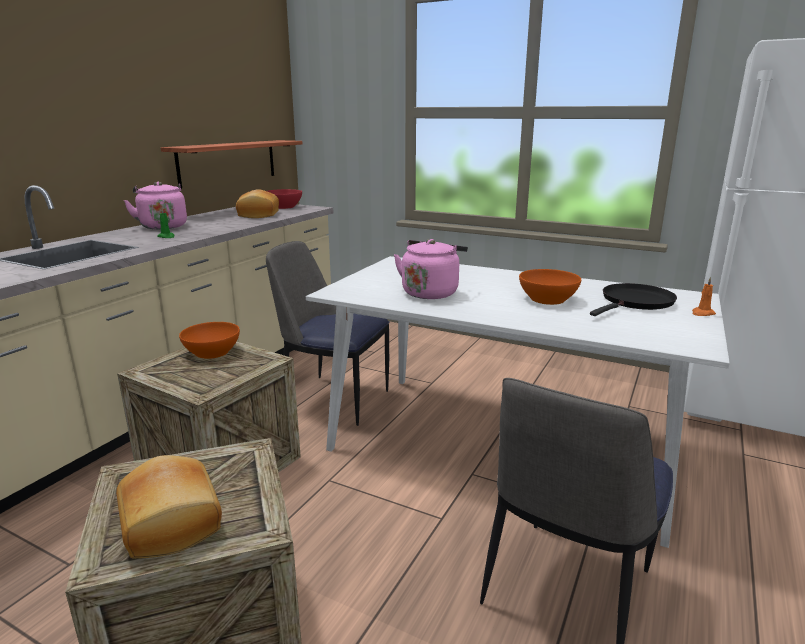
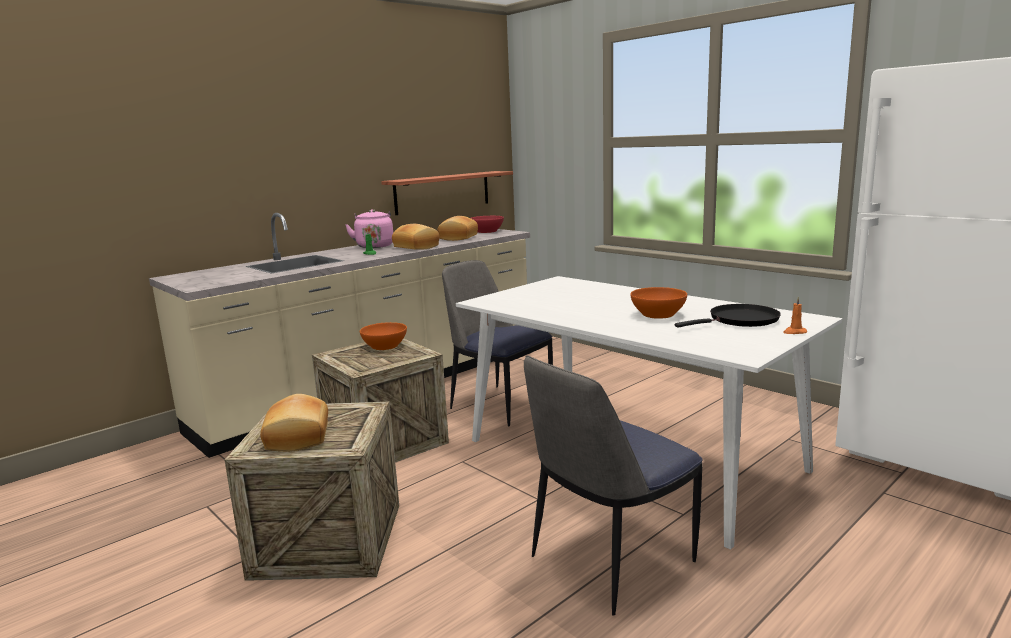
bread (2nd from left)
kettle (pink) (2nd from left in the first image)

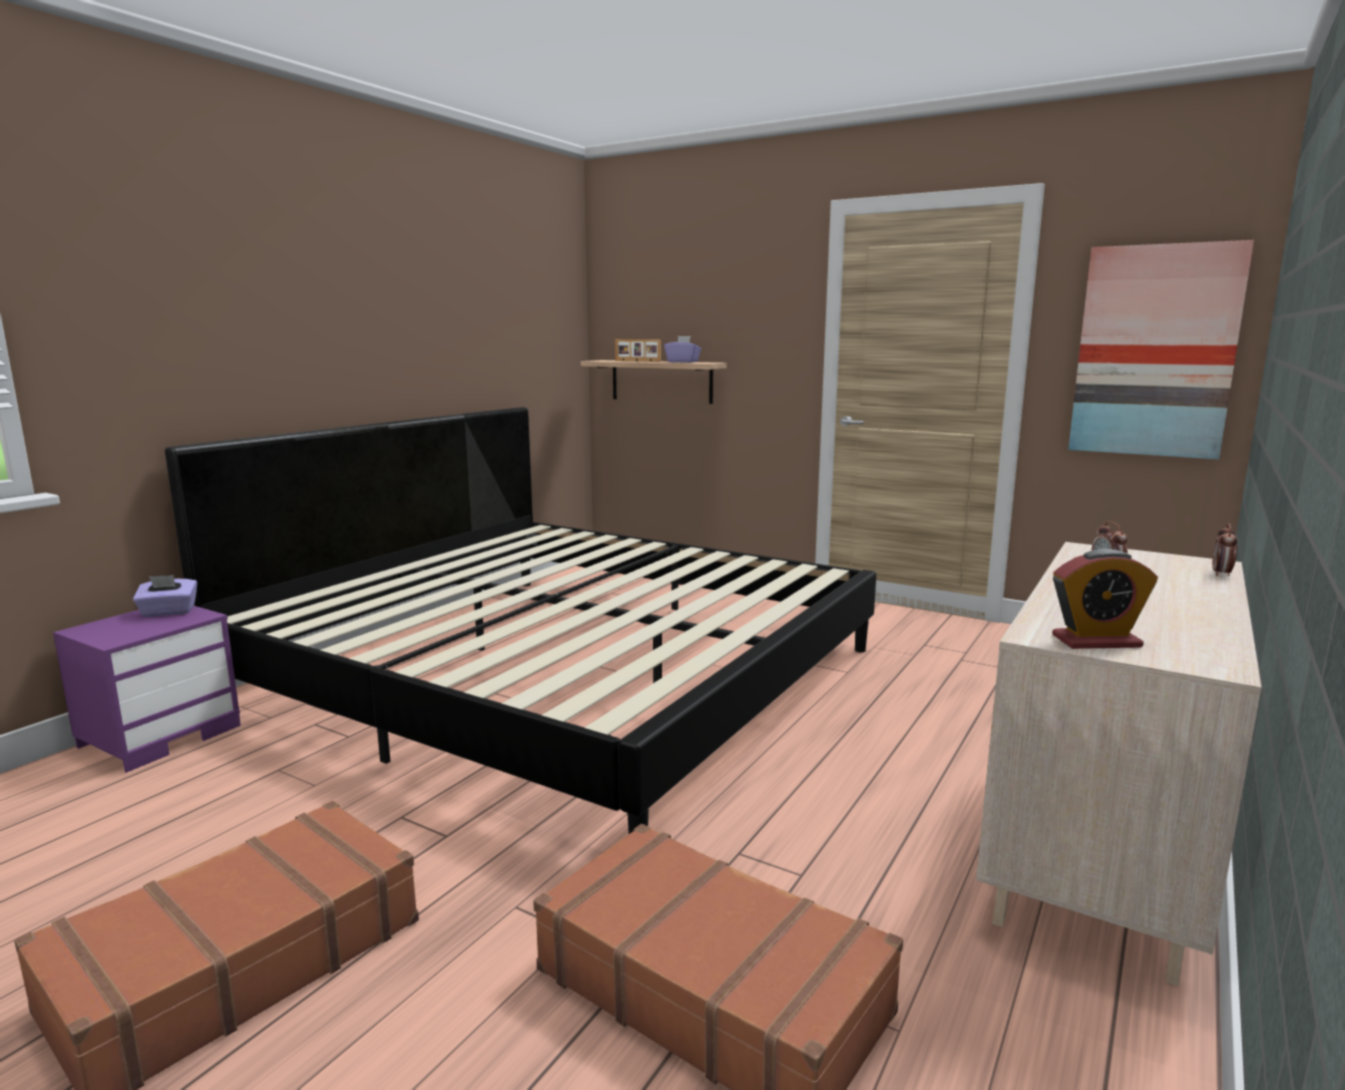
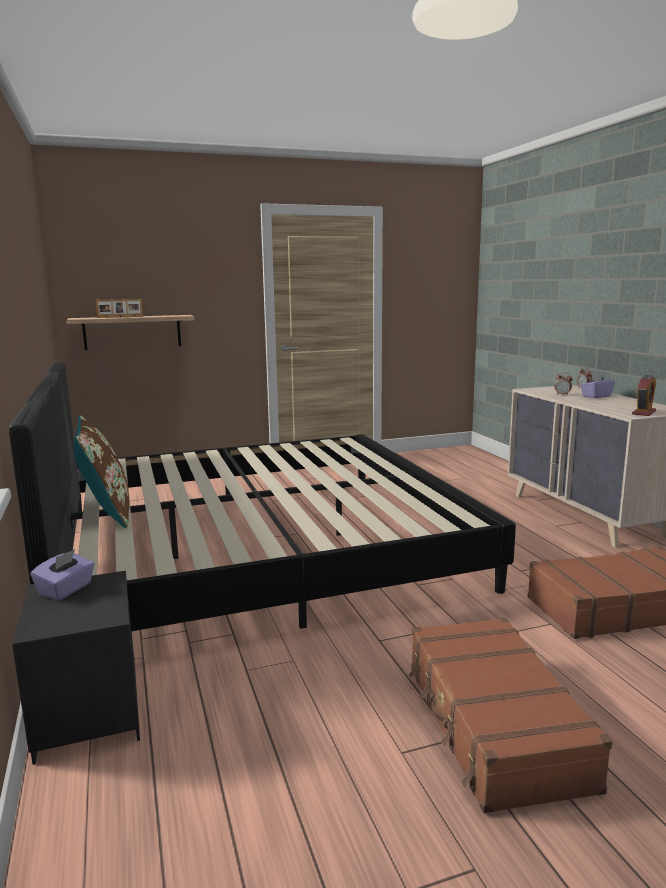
nightstand (black)
pillow (brown)
tissue box (purple) (2nd from left)
picture

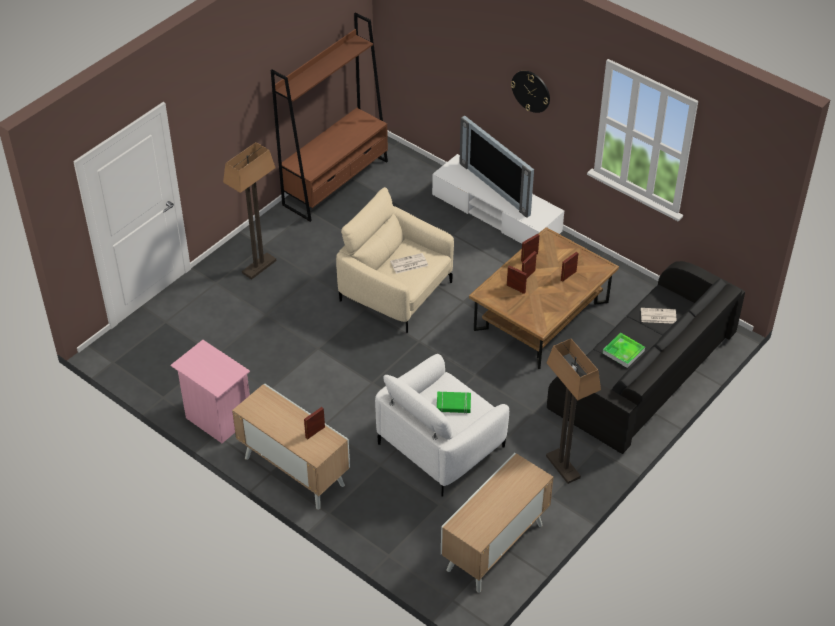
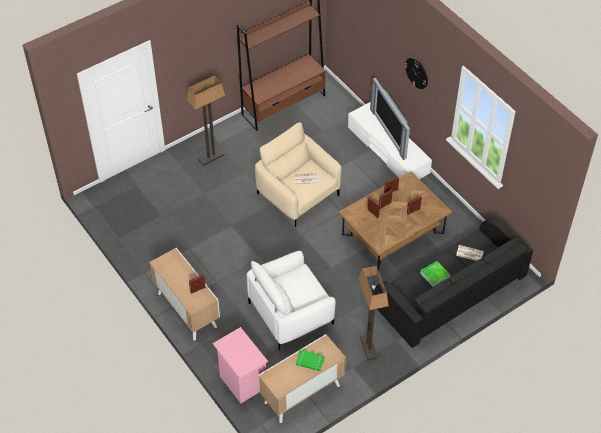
nightstand (pink)
book (green)

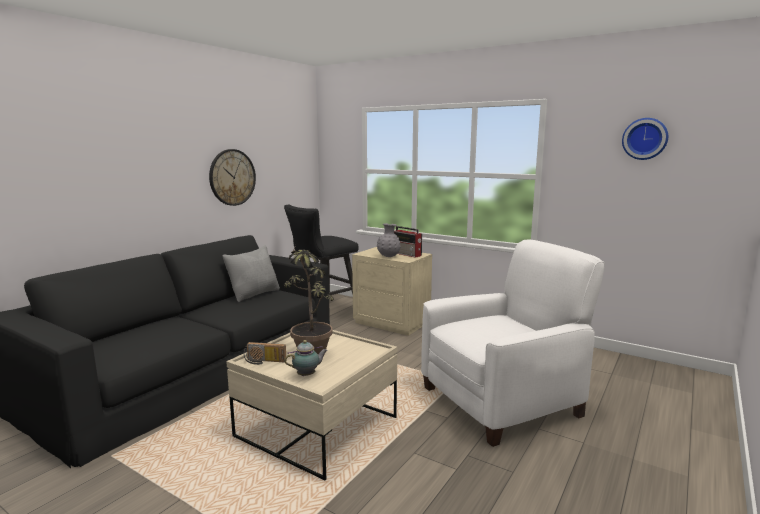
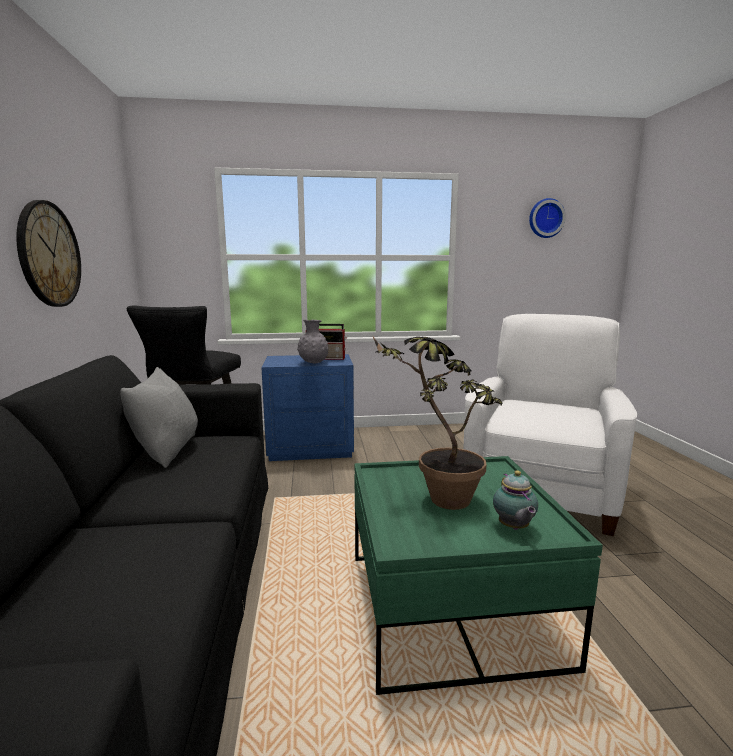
nightstand (blue)
coffee table (green)
teapot
radio (1st from left in the first image)

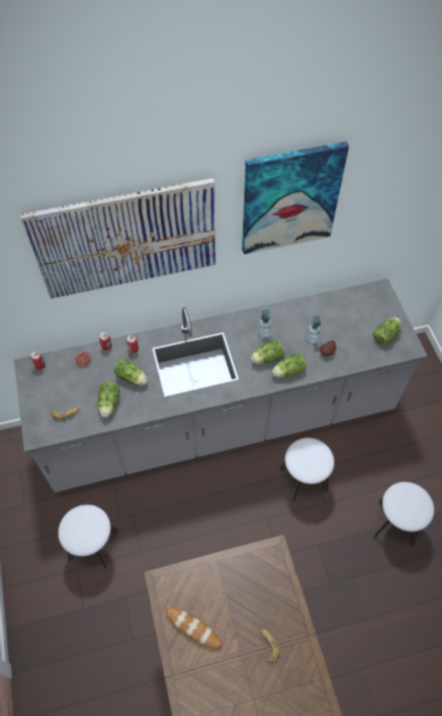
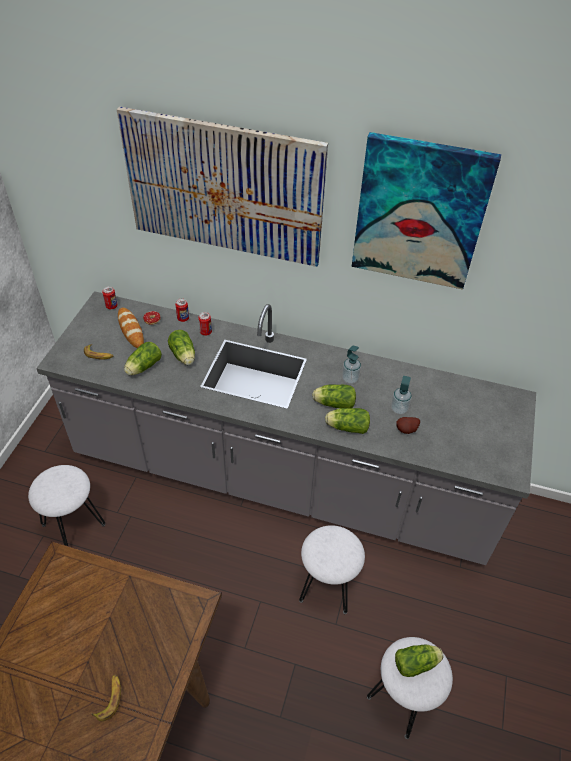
bread
lettuce (5th from left)

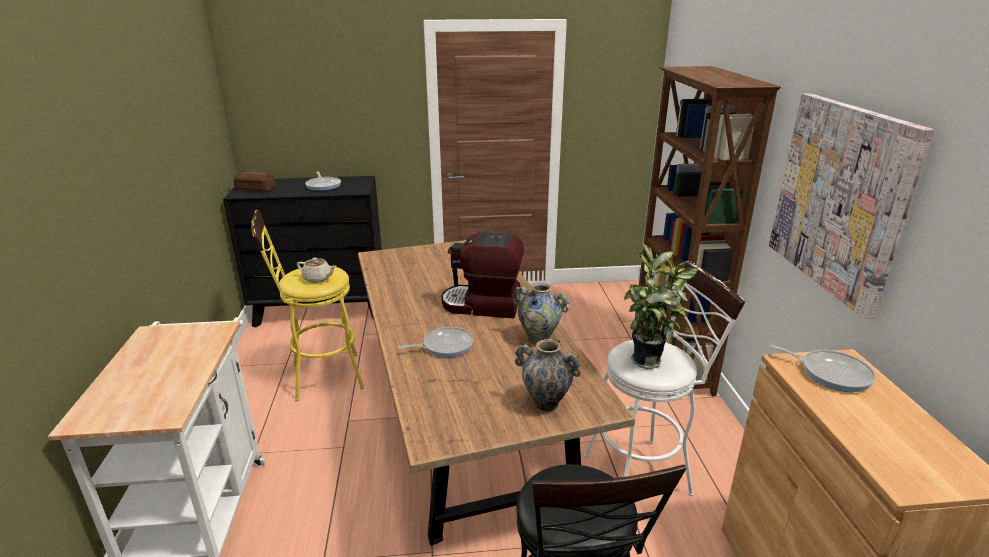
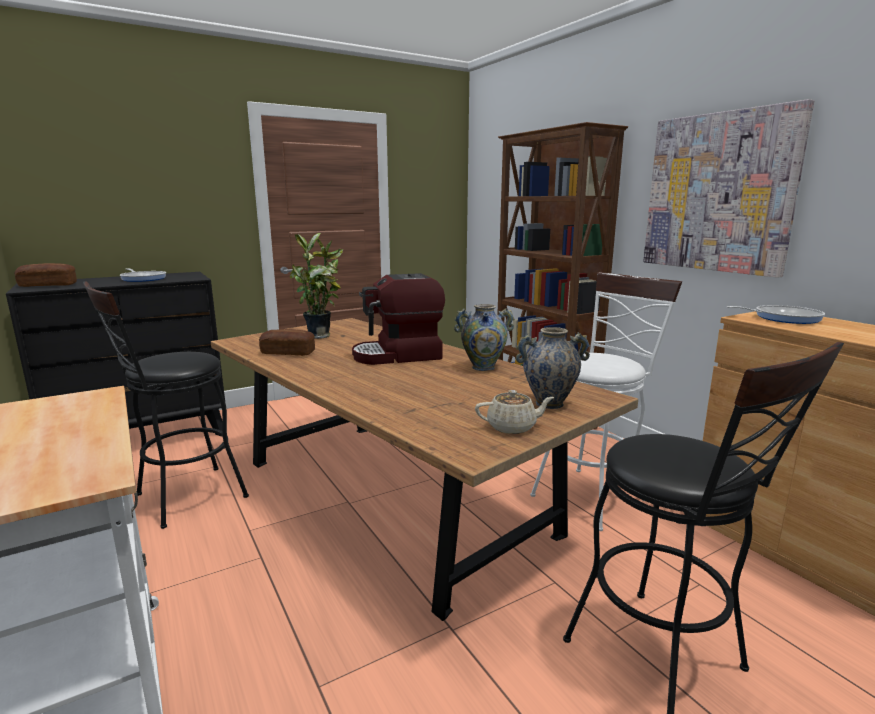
stool (black) (1st from left)
bread (2nd from left)
potted plant
teapot (beige)
frying pan (2nd from left in the first image)

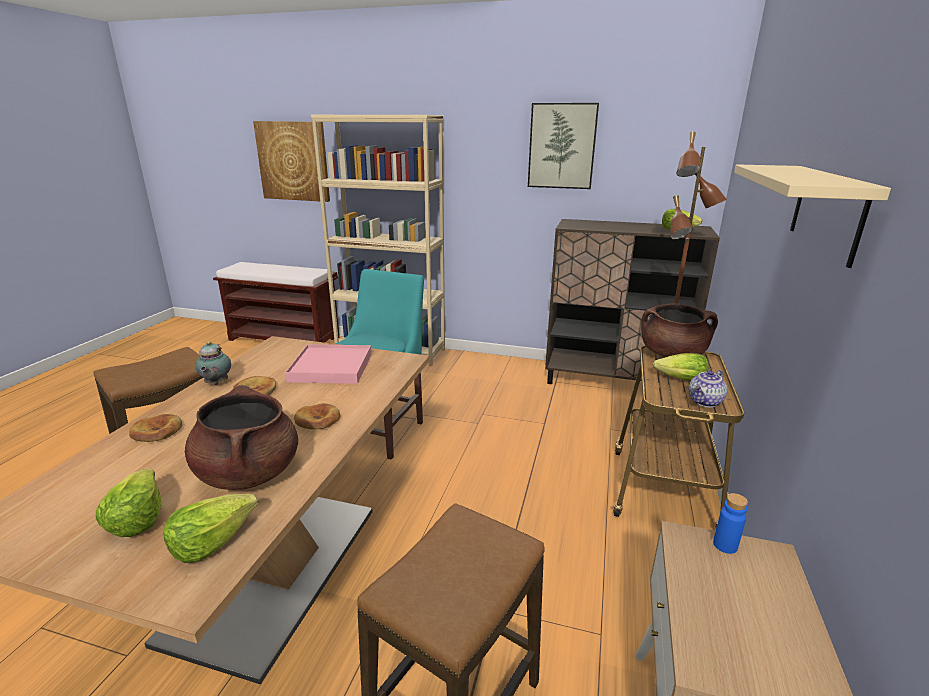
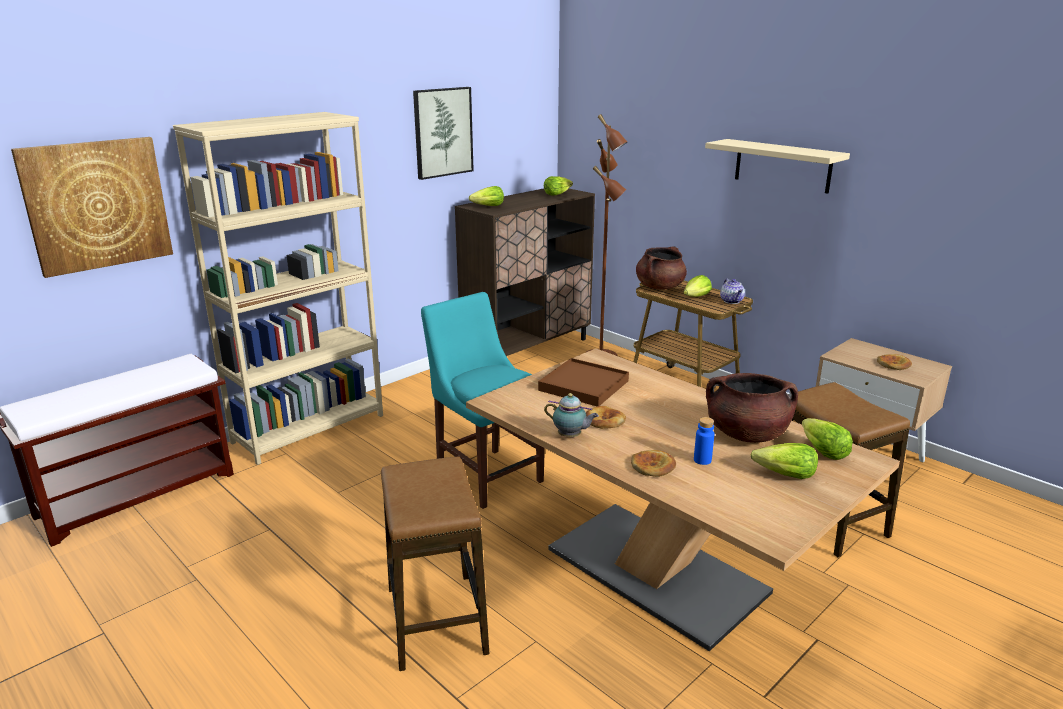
lettuce (1st from left)
tray (brown)
bottle (blue)
bread (3rd from left)

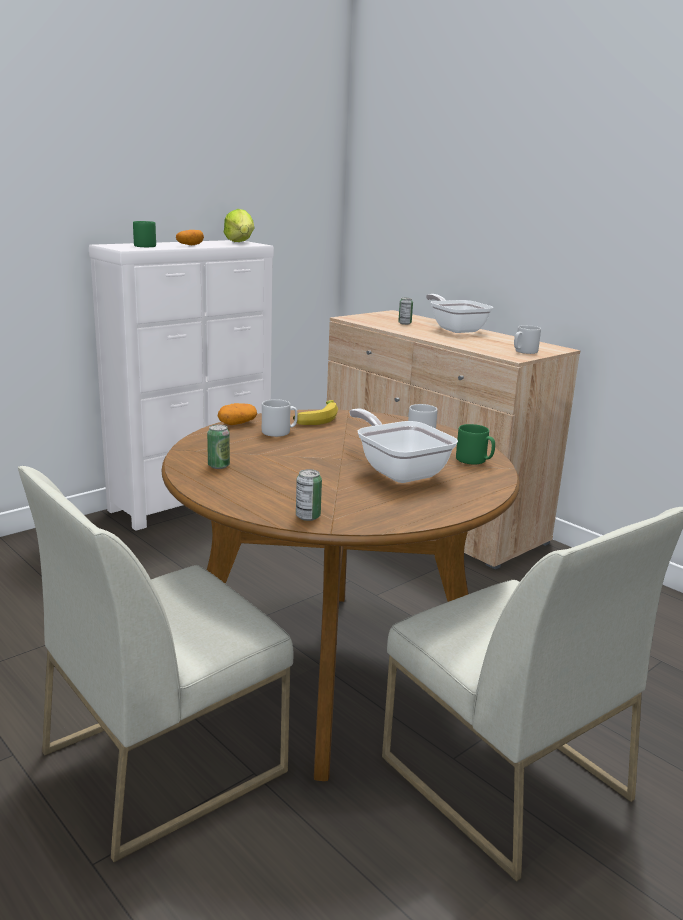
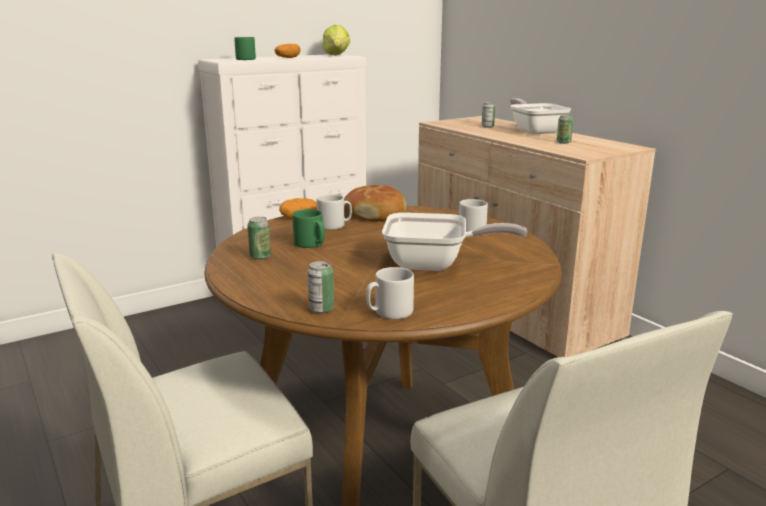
mug (green) (2nd from left)
bread
mug (grey) (2nd from left)
frying pan (1st from left)
can (4th from left)

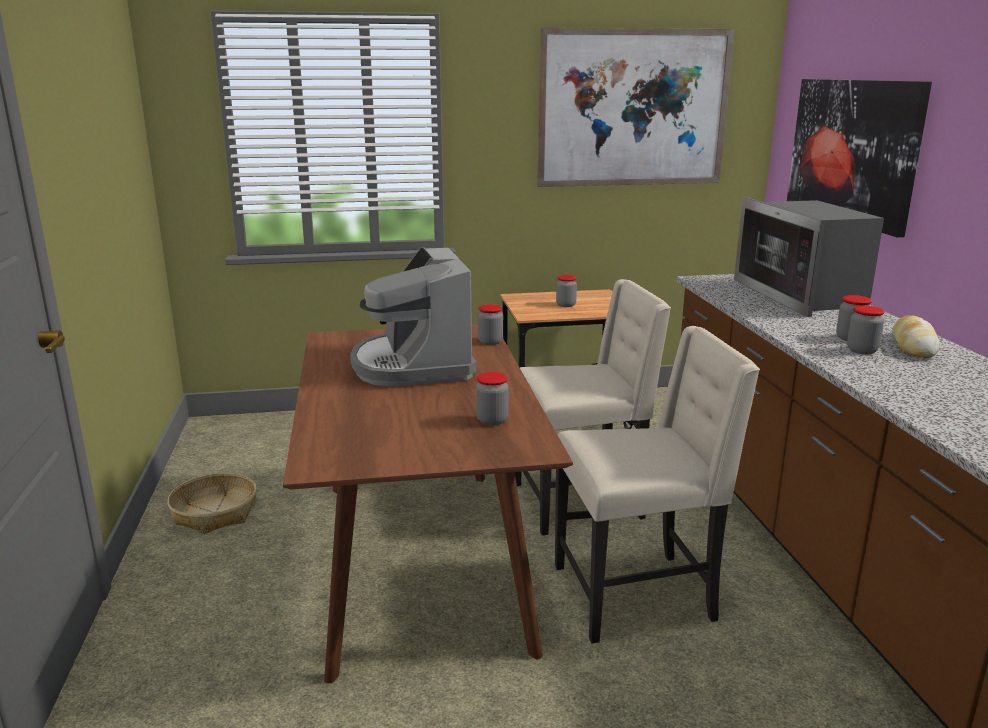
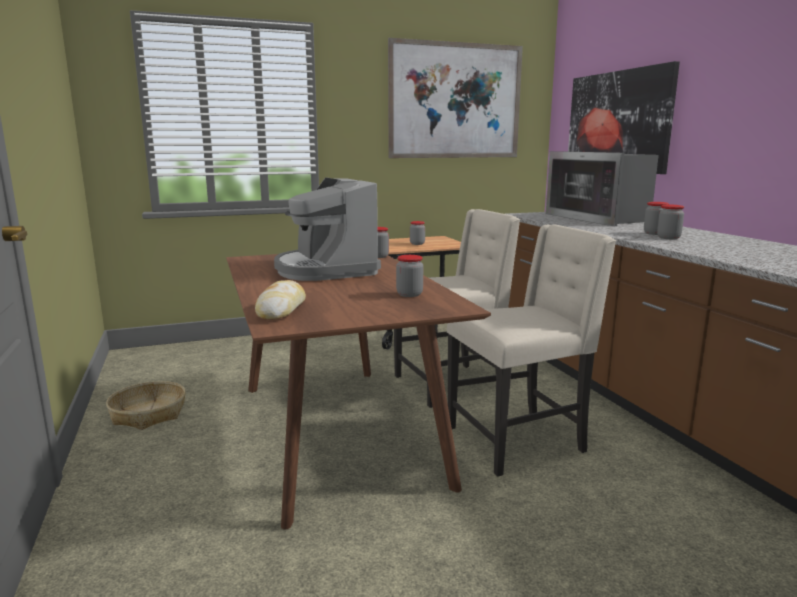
bread

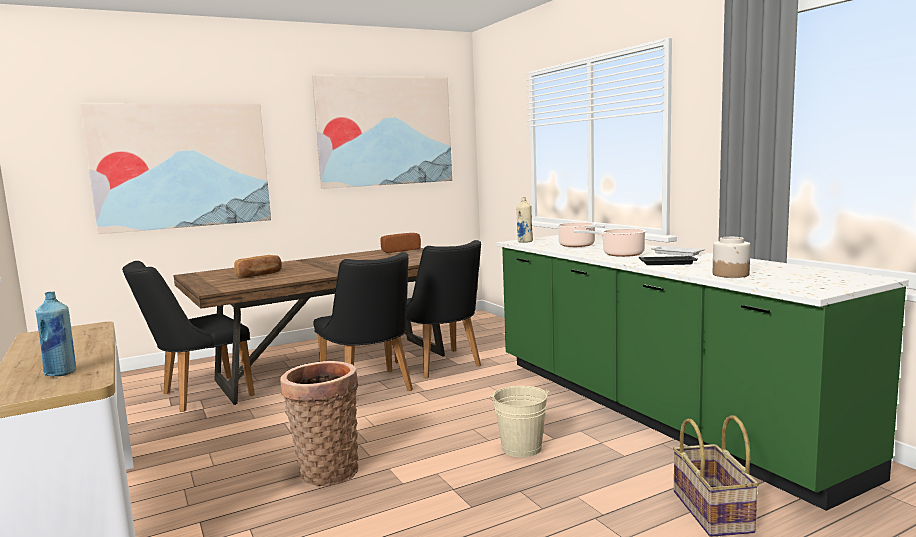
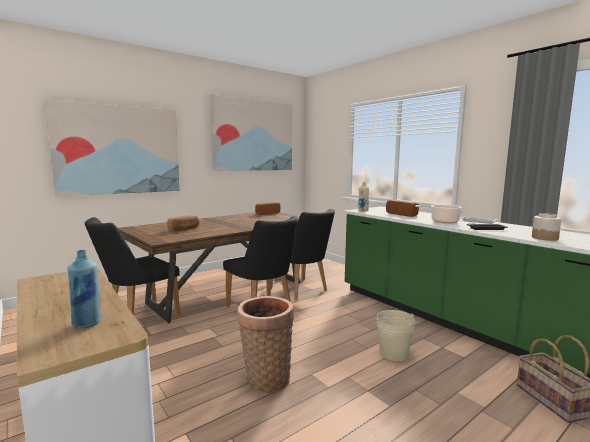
bread (3rd from left)

